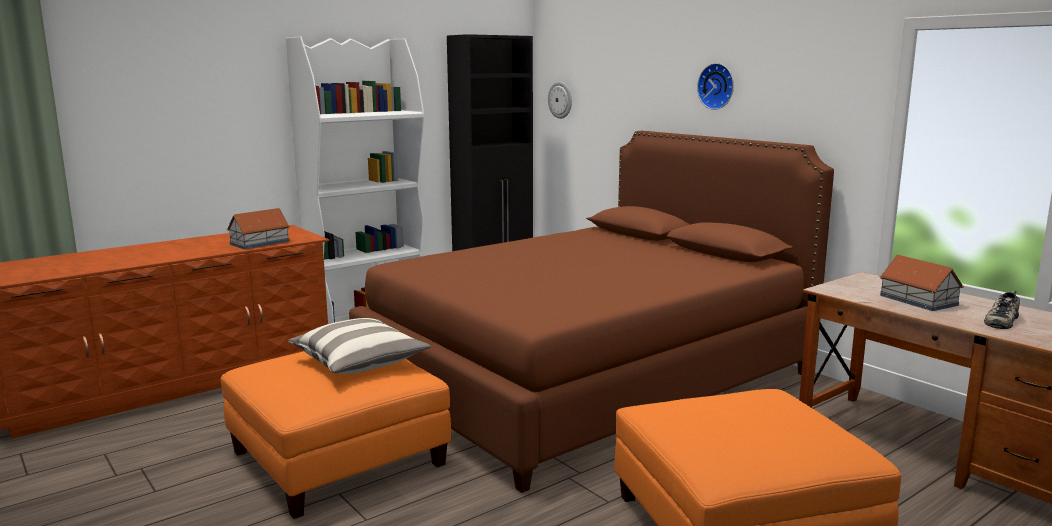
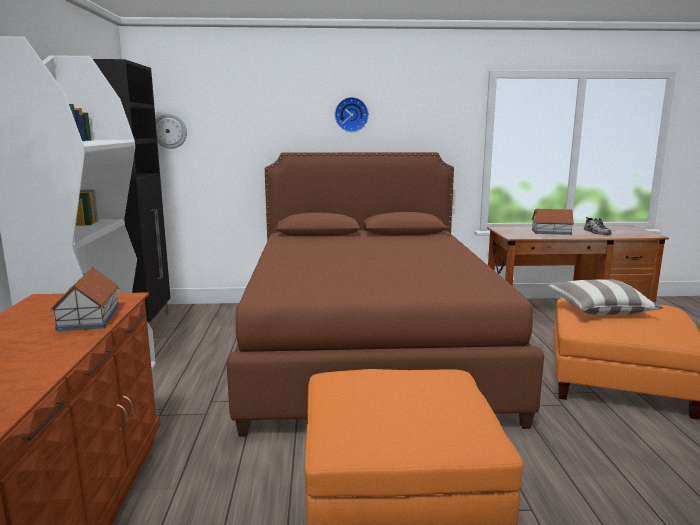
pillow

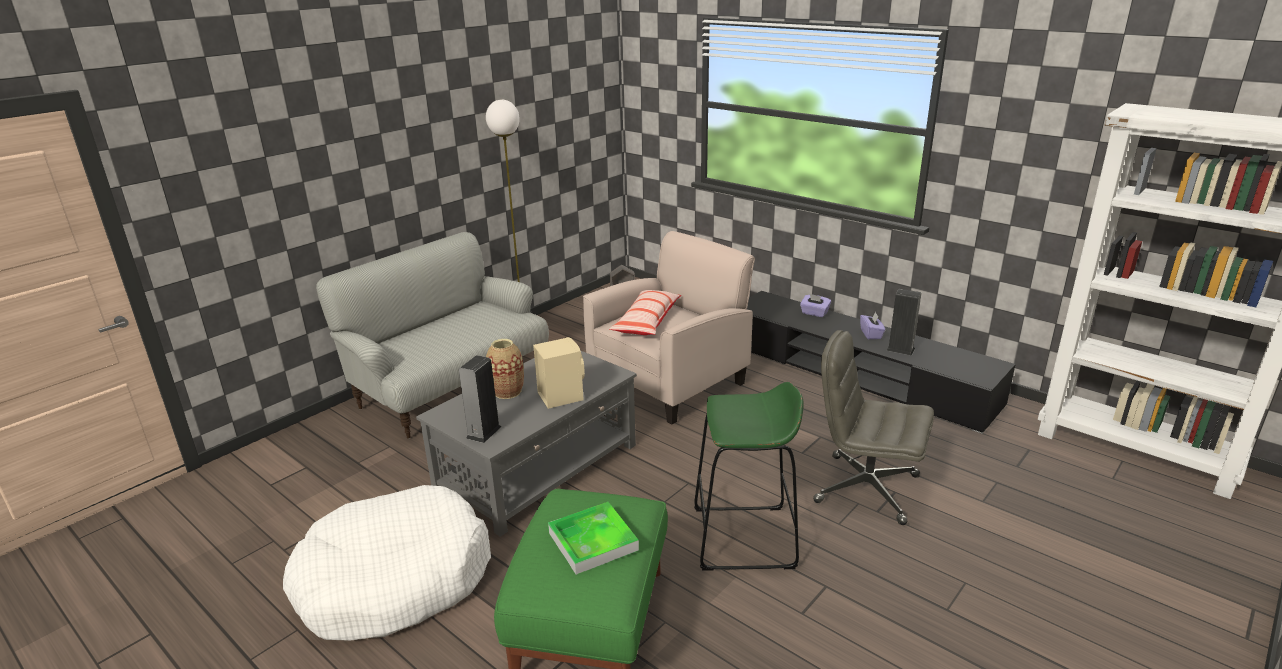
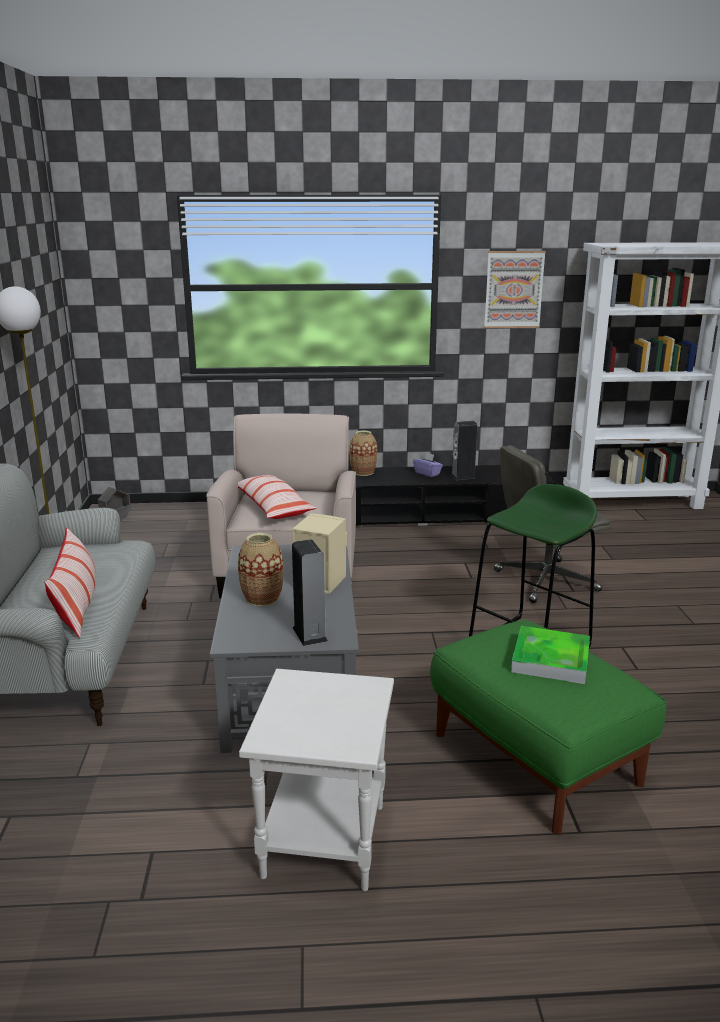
pillow (1st from left)
side table (white)
vase (2nd from left)
picture

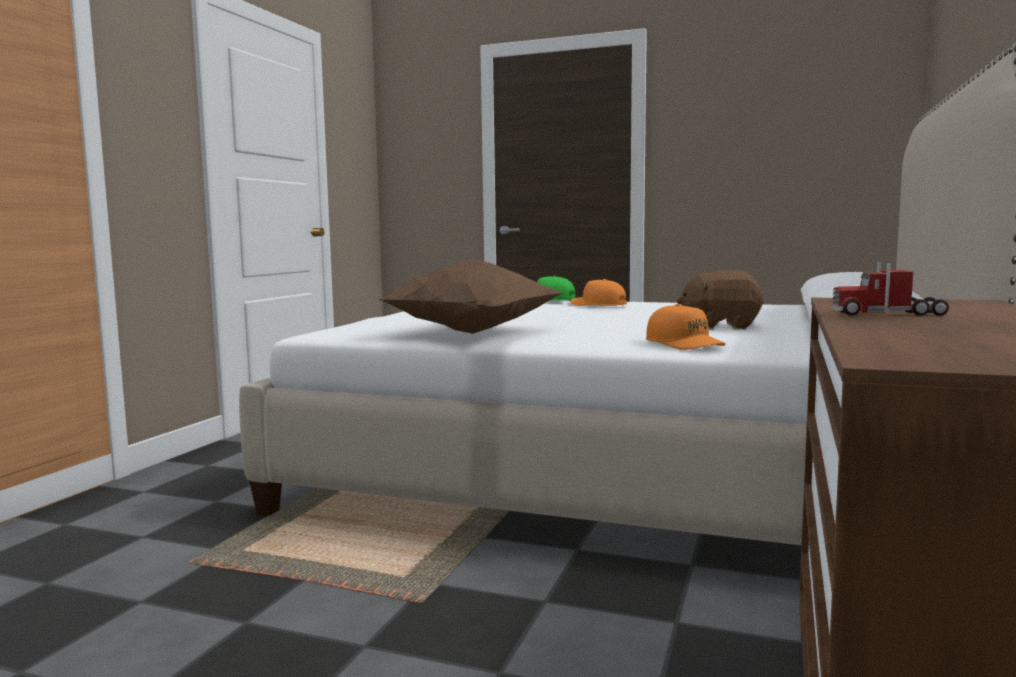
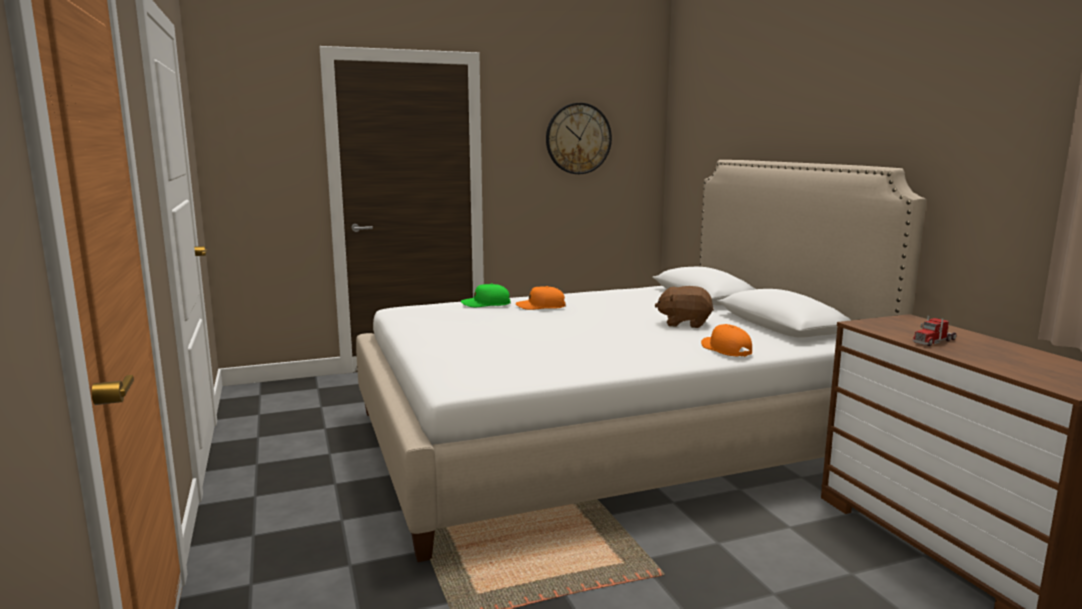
wall clock
plush toy (brown)
cap (orange) (2nd from left)
pillow (brown)

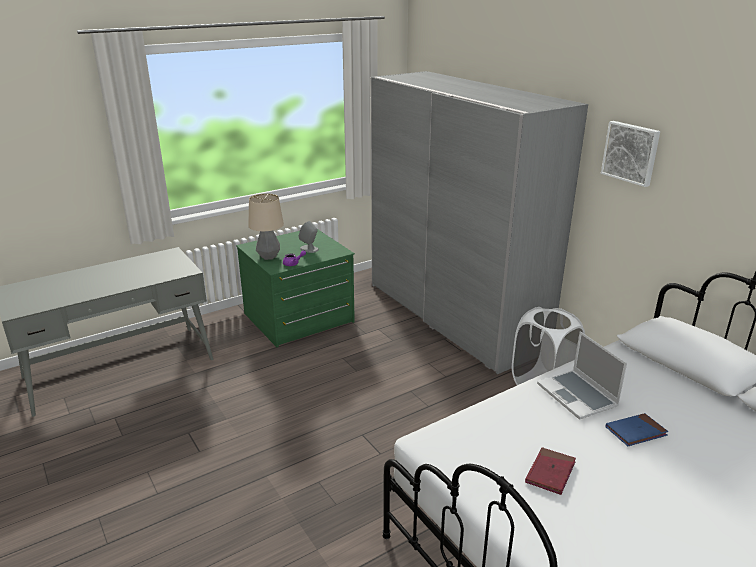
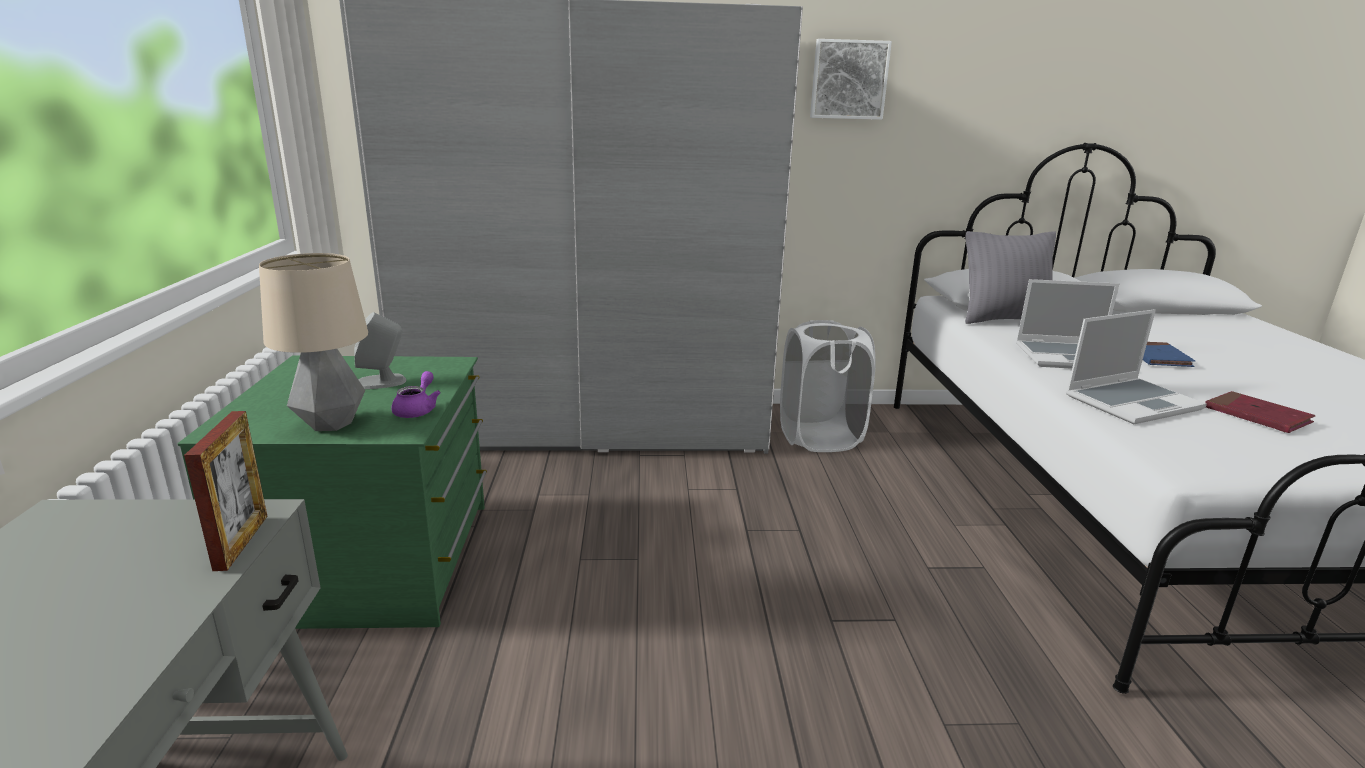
picture frame
pillow (grey)
laptop (2nd from left)

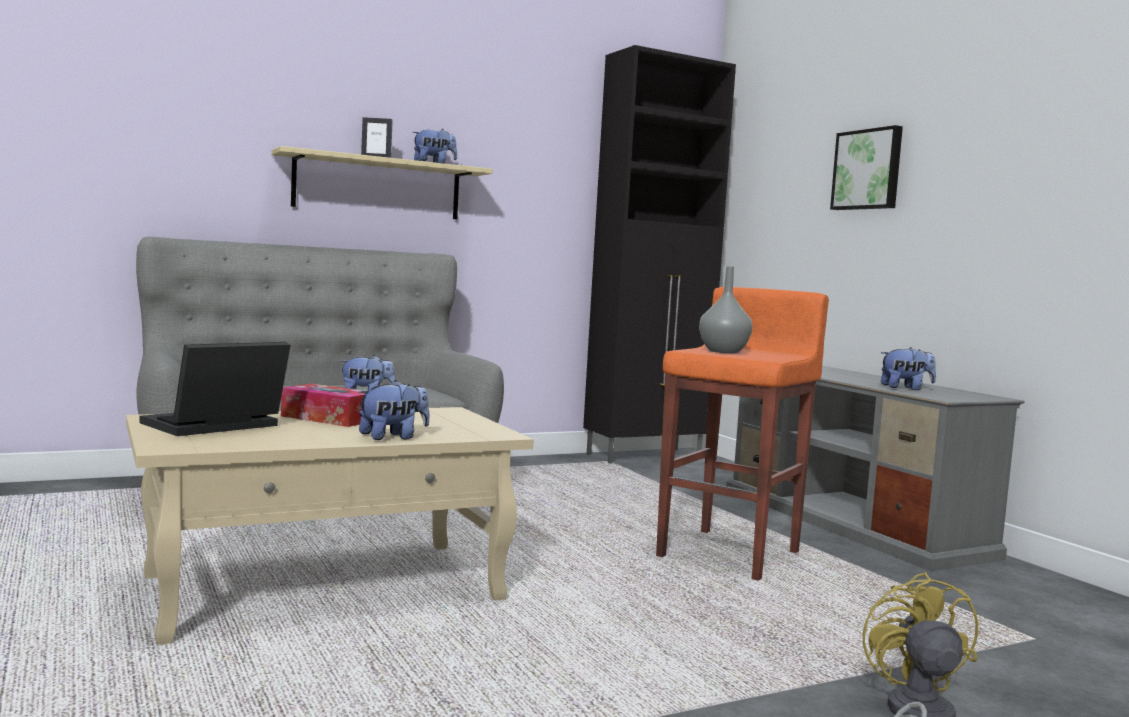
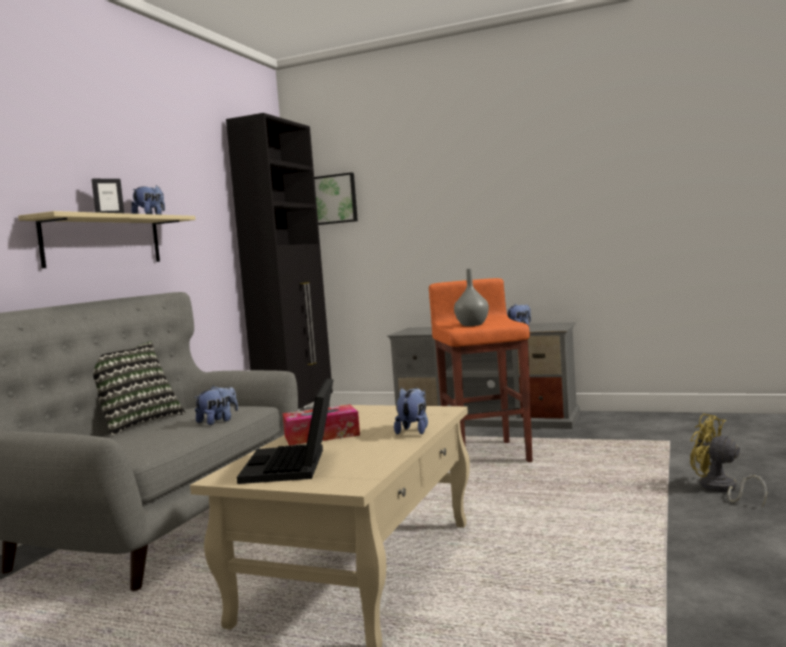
pillow
picture

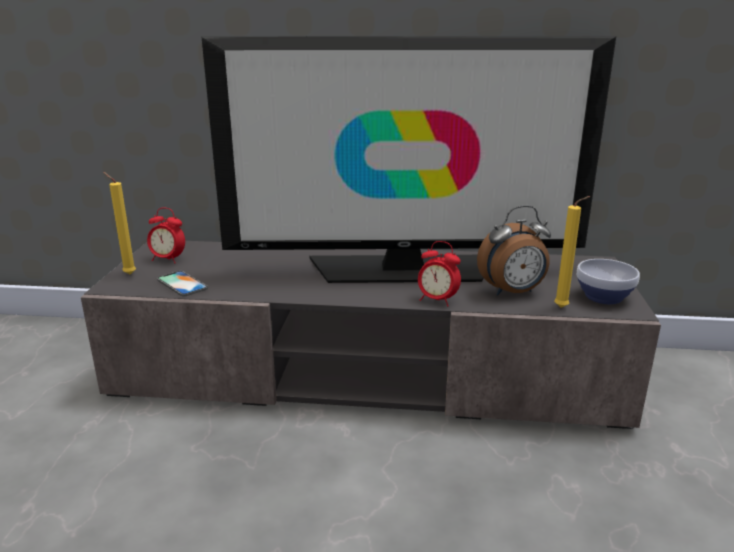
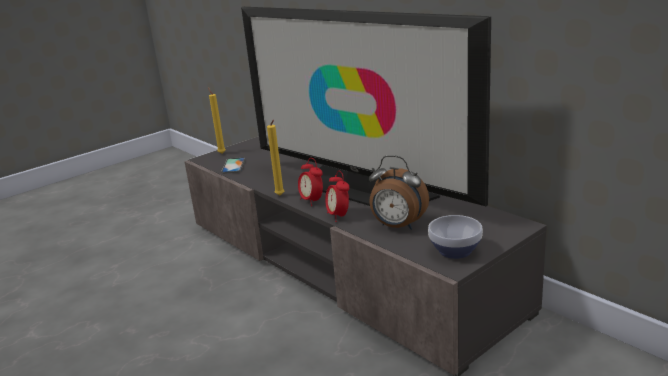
candle (yellow) (2nd from left)
alarm clock (1st from left)

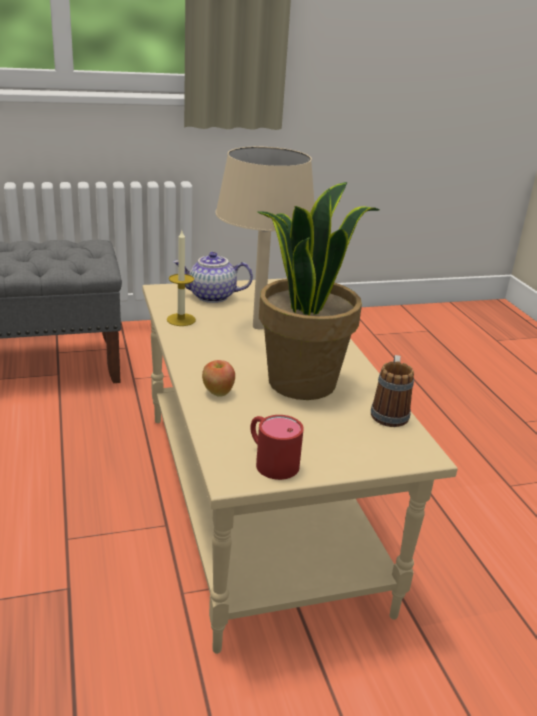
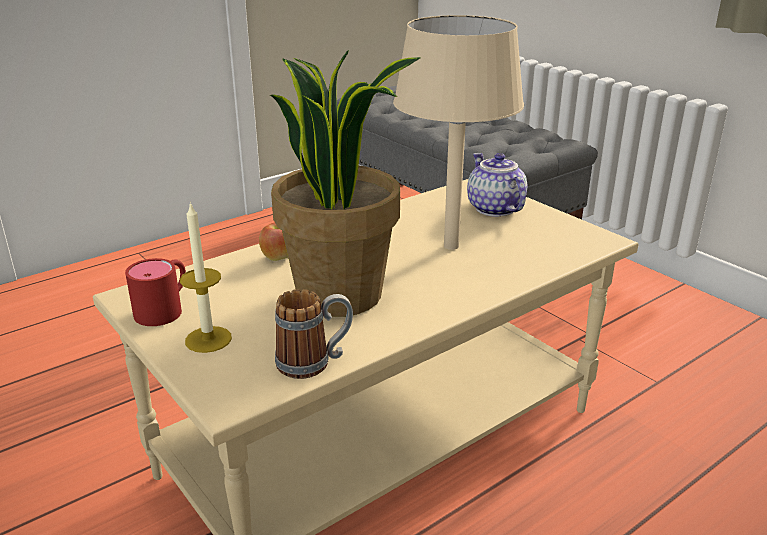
candle

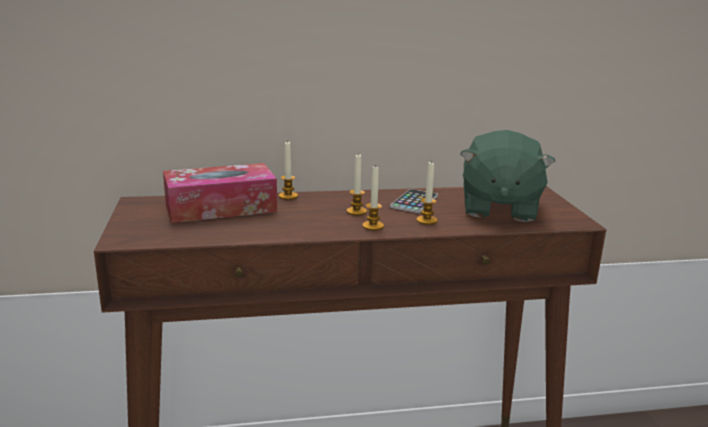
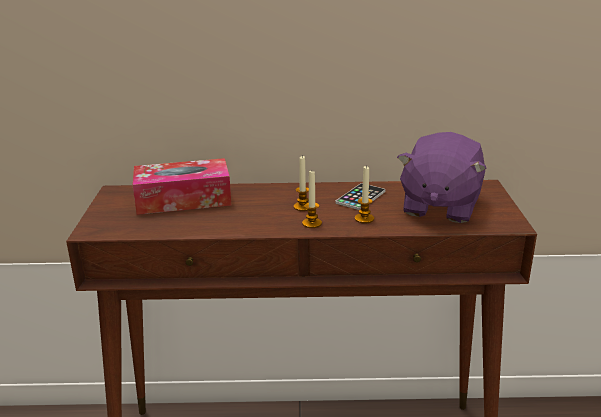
plush toy (purple)
candle (1st from left in the first image)

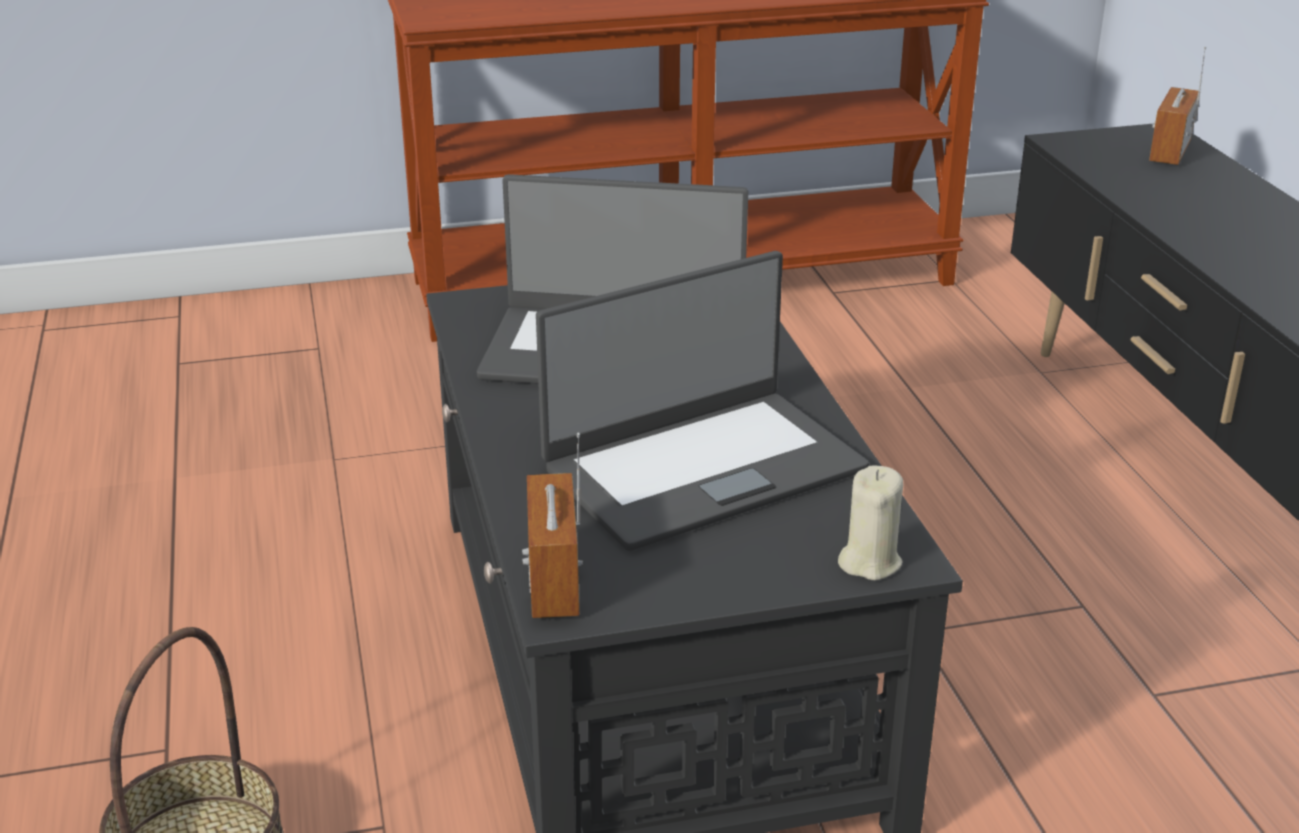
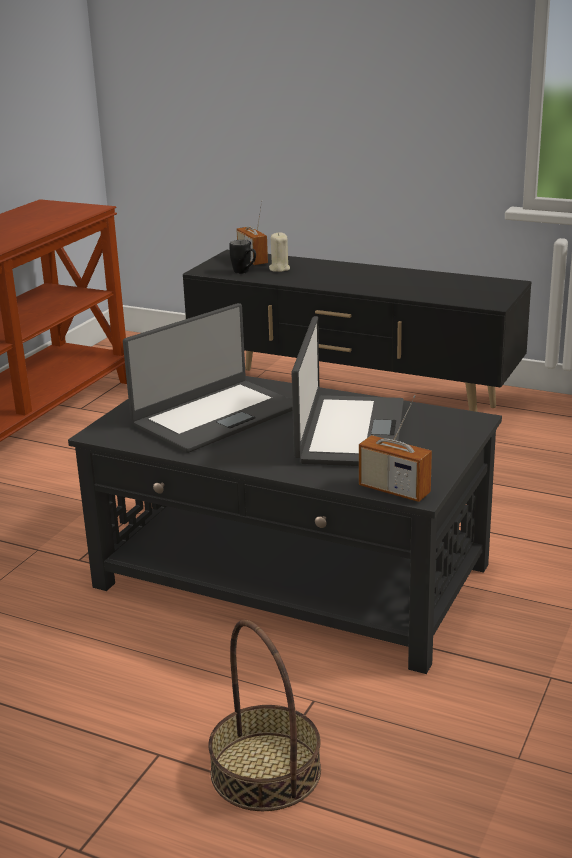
mug (black)
candle (beige)

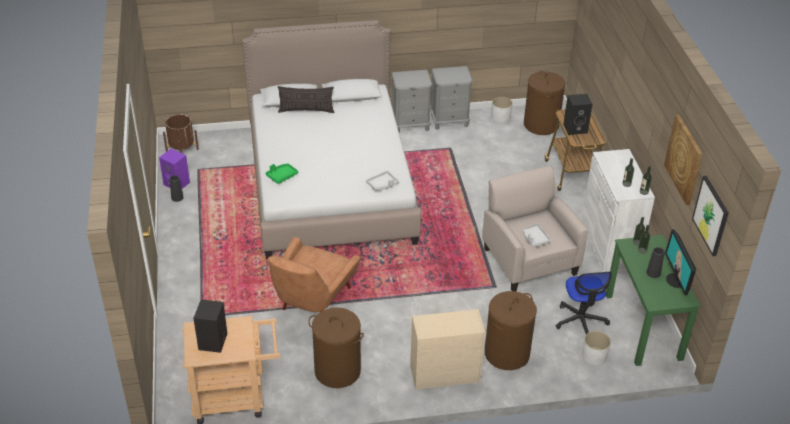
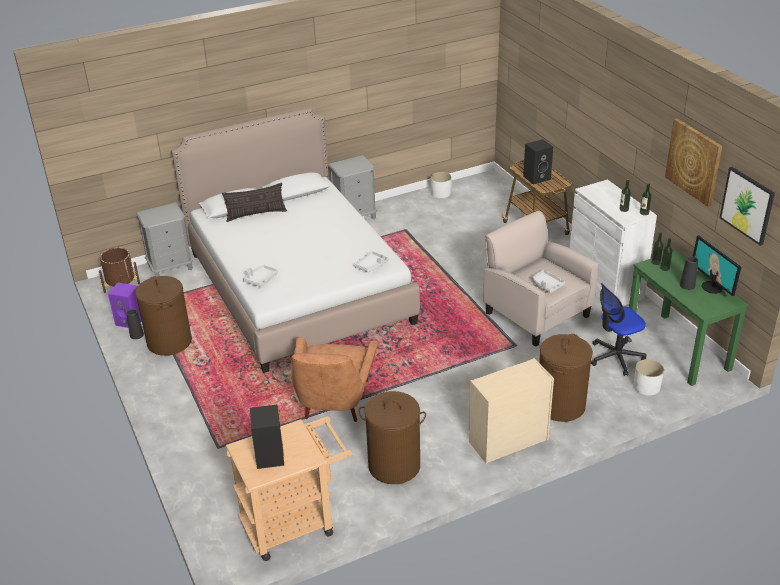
laundry basket (brown) (1st from left)
nightstand (grey) (1st from left)
tray (grey) (1st from left)
office chair

